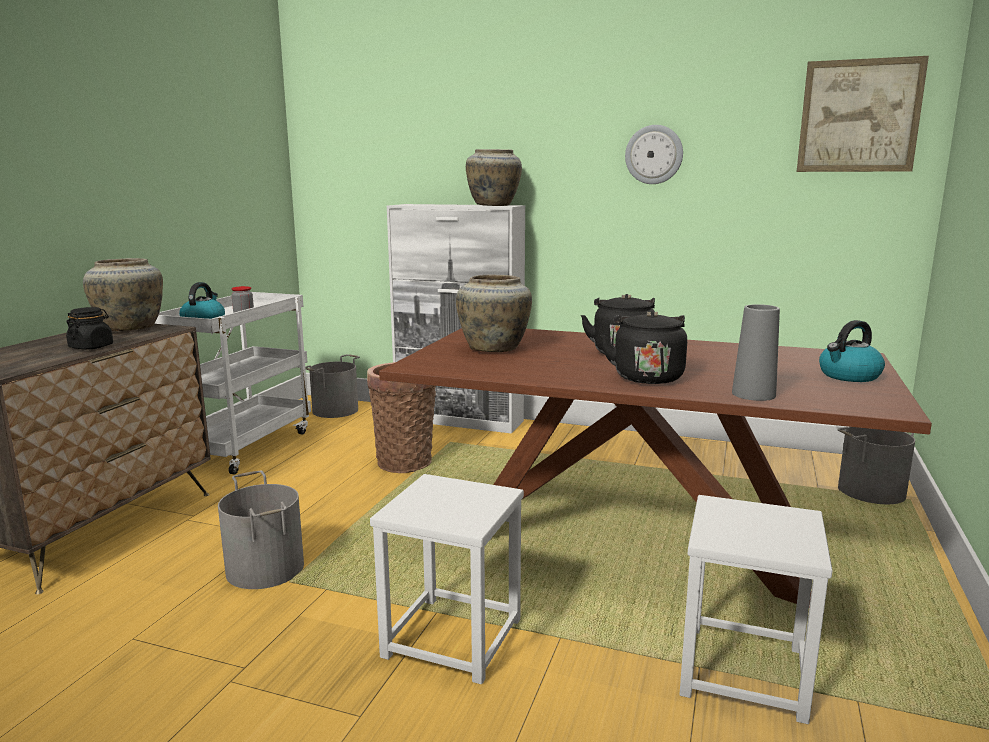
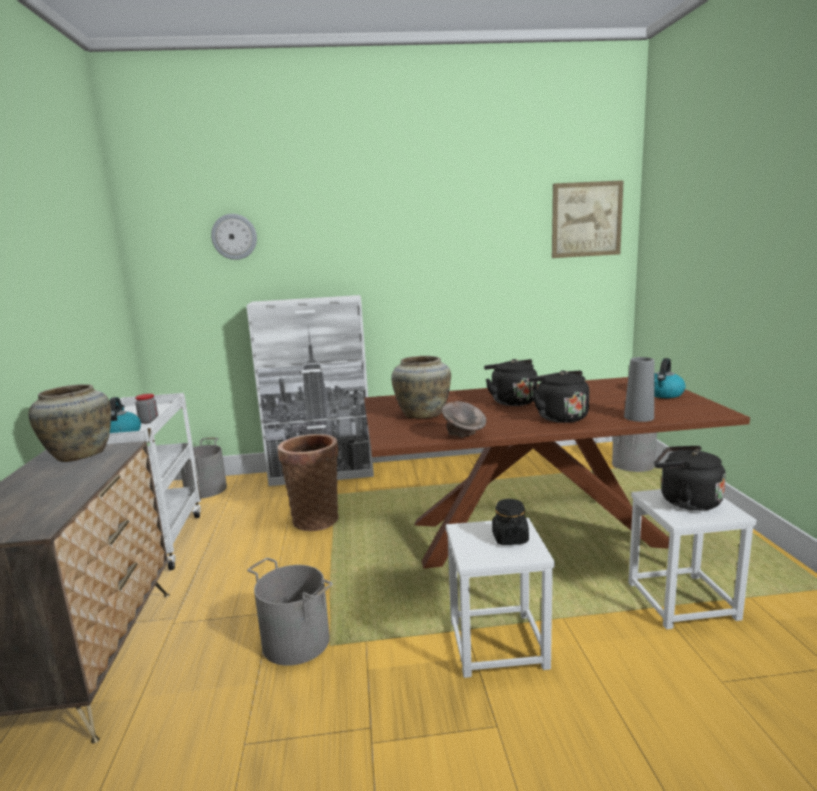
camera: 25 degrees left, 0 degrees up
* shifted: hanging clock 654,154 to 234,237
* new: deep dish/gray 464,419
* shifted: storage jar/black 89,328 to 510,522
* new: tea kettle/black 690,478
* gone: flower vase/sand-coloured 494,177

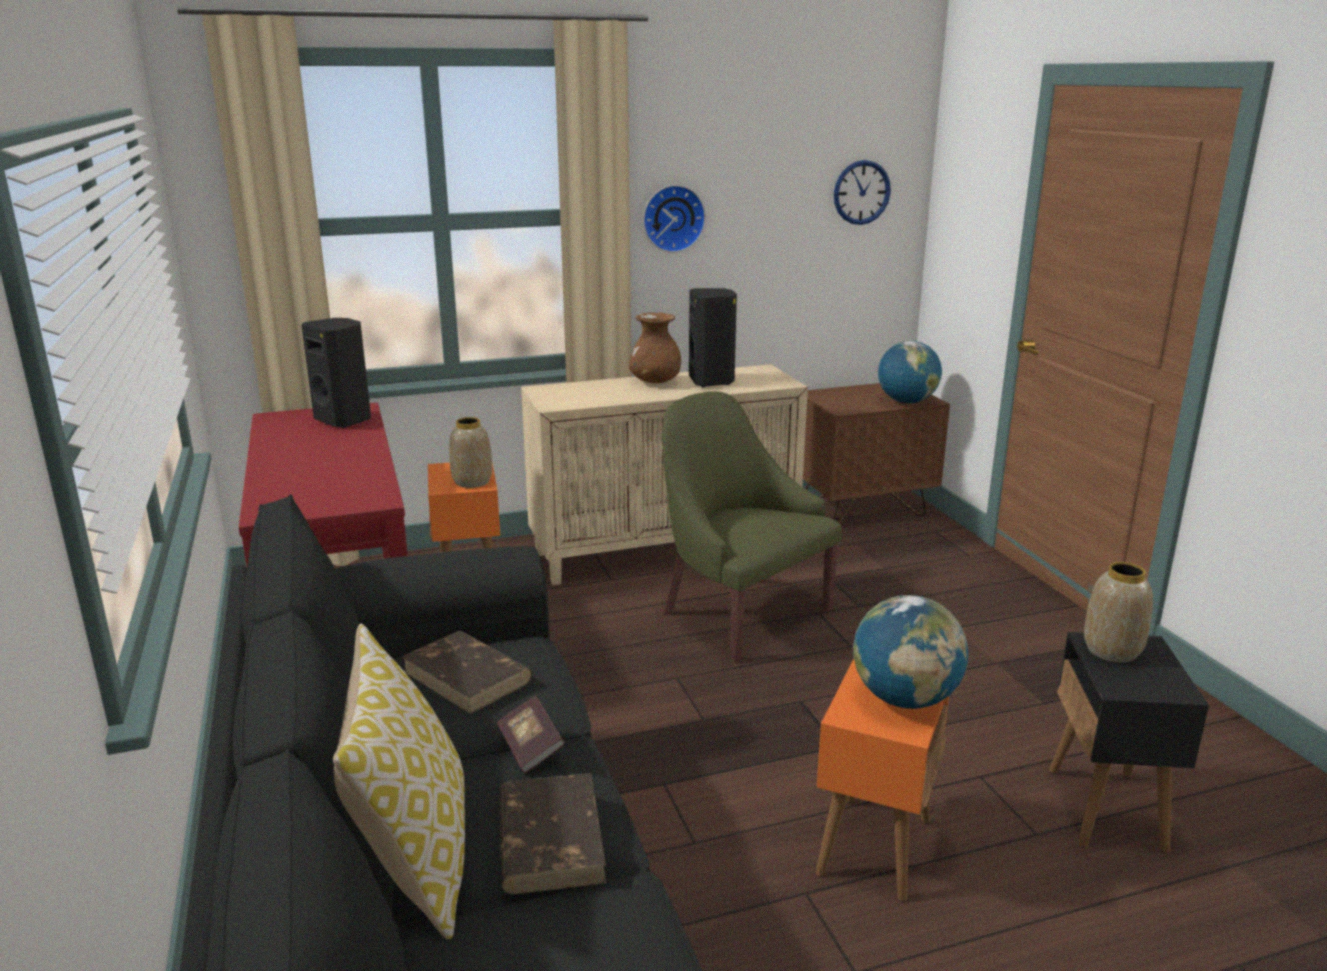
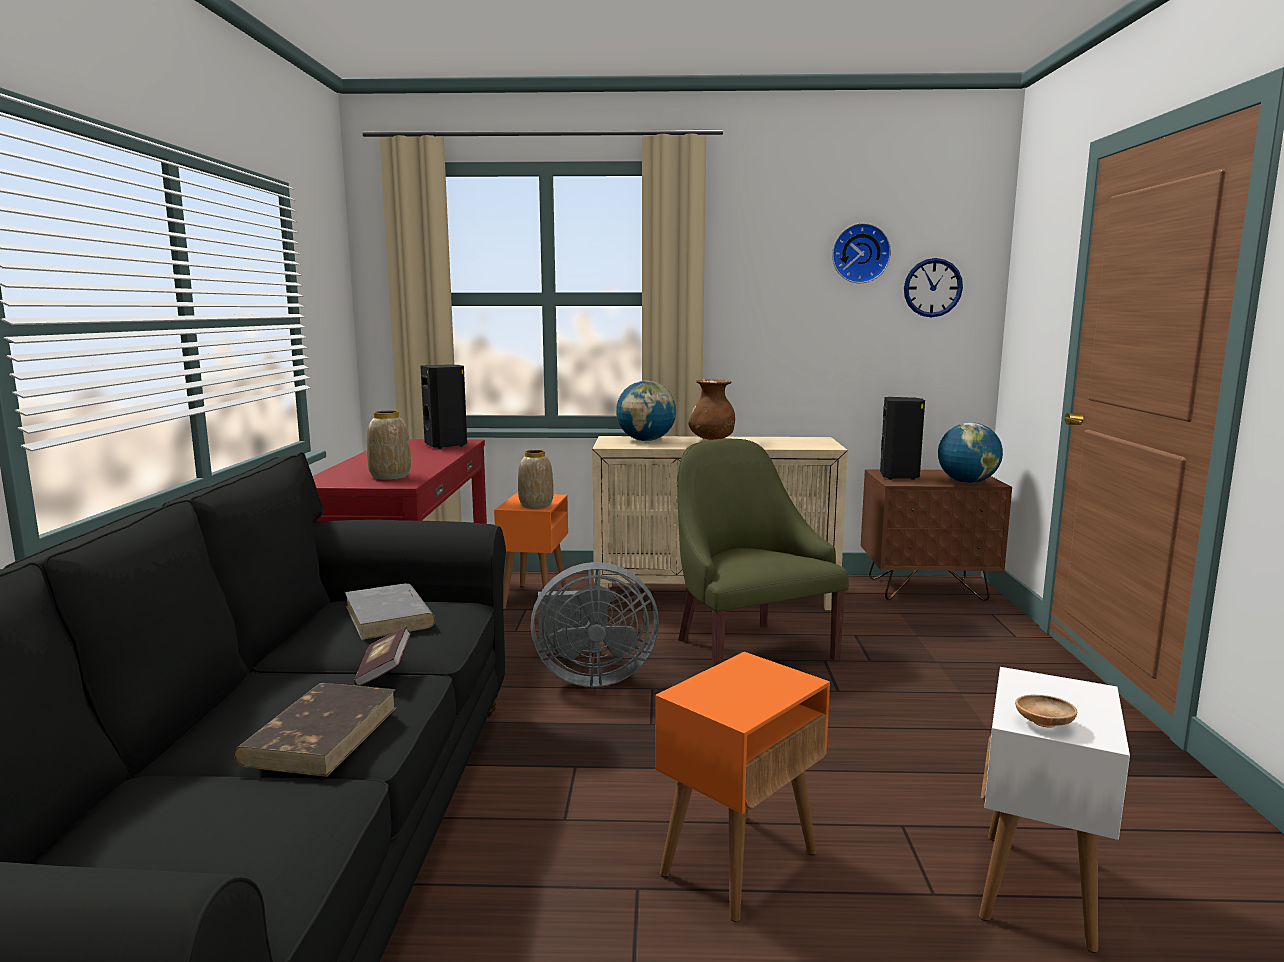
camera: 20 degrees right, 10 degrees down
* repainted: volume/brown-coloured 467,672 to volume/gray 390,611
* shifted: flower vase 1118,612 to 388,445
* new: fan/gray 595,624
* shifted: desk globe 910,652 to 646,411
* shifted: hanging clock 674,219 to 861,253
* shifted: speaker/black 713,337 to 902,438
* repainted: accent table/black 1129,742 to accent table/white-coloured 1054,810
* new: deep dish/brown-coloured 1046,710
* gone: throw pillow 399,782

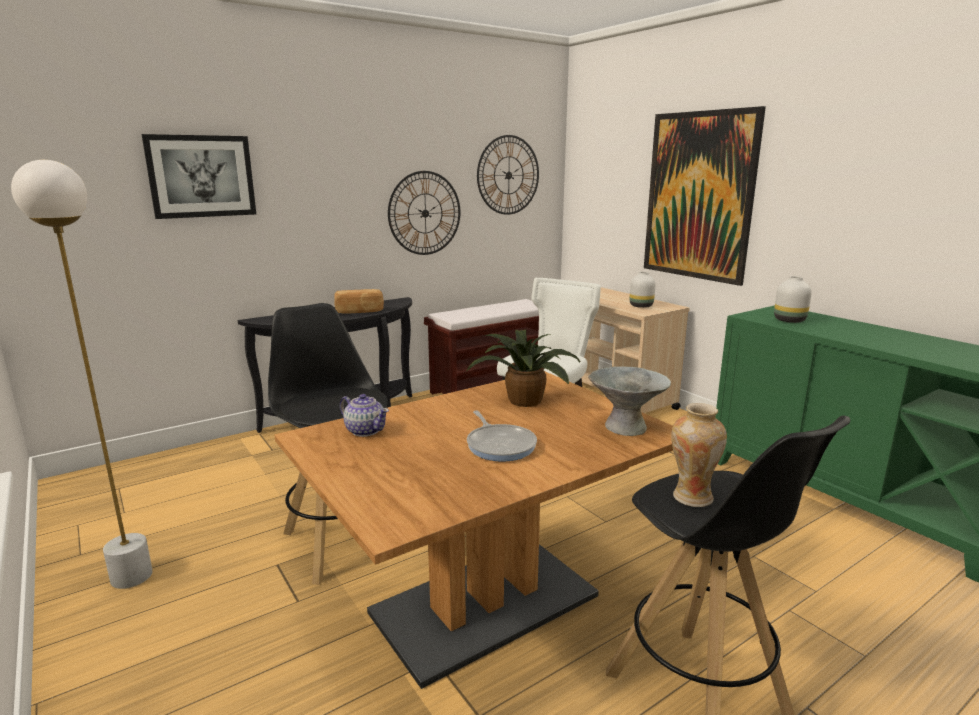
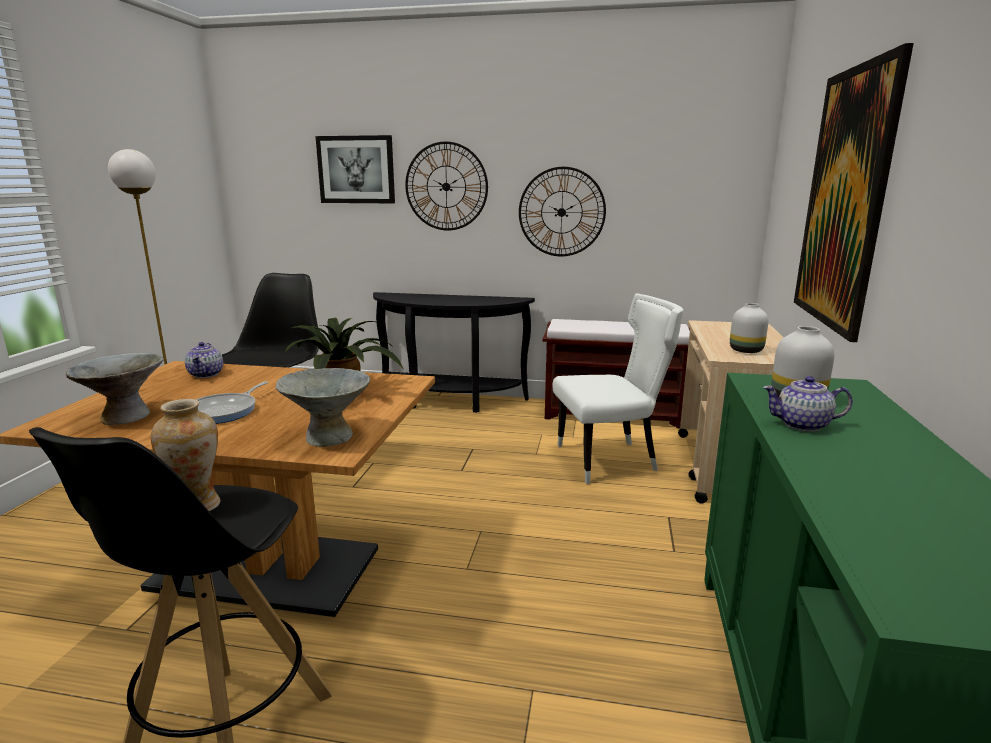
camera: 45 degrees right, 0 degrees up
* new: deep dish/gray 115,389
* shifted: hanging clock 508,175 to 446,186
* new: tea pot 807,404
* gone: baked bread 359,301

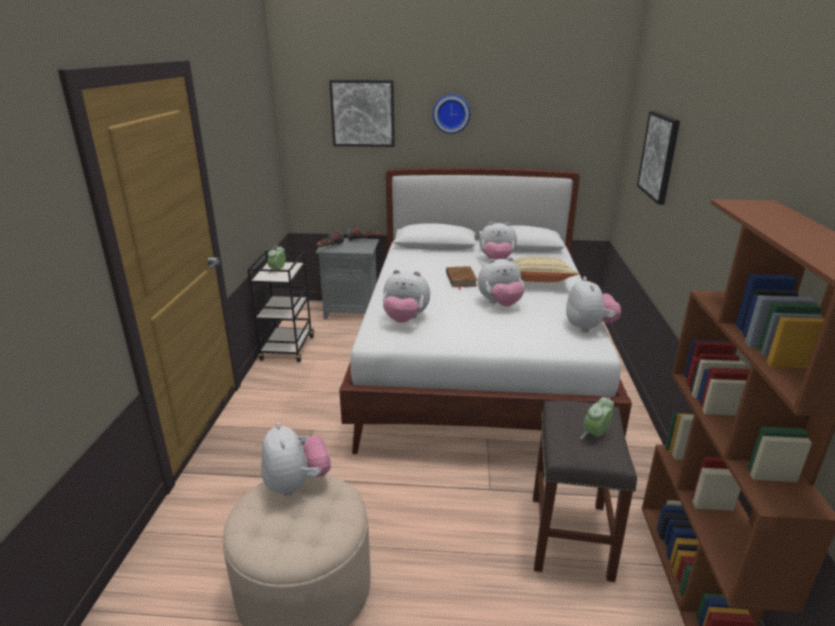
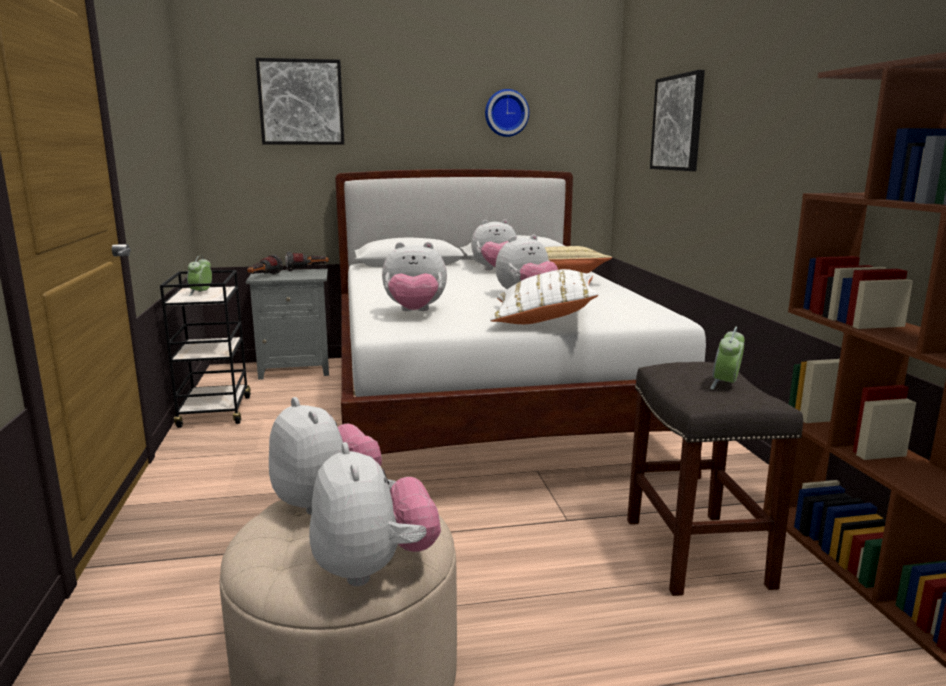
camera: 15 degrees left, 10 degrees down
* shifted: cuddly toy 593,305 to 375,514
* shifted: hanging clock 451,114 to 507,113
* new: throw pillow/white-coloured 544,296
* gone: volume/brown-coloured 461,278

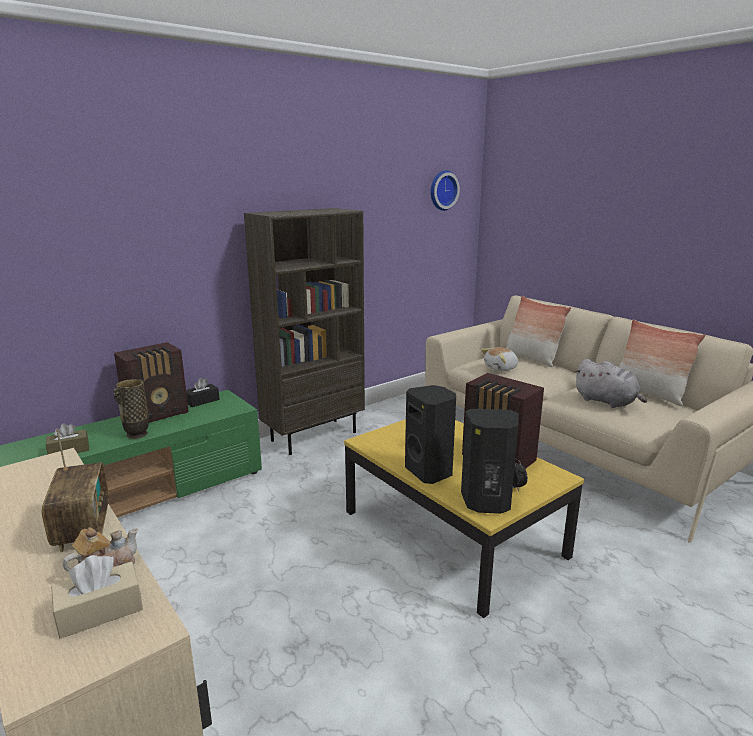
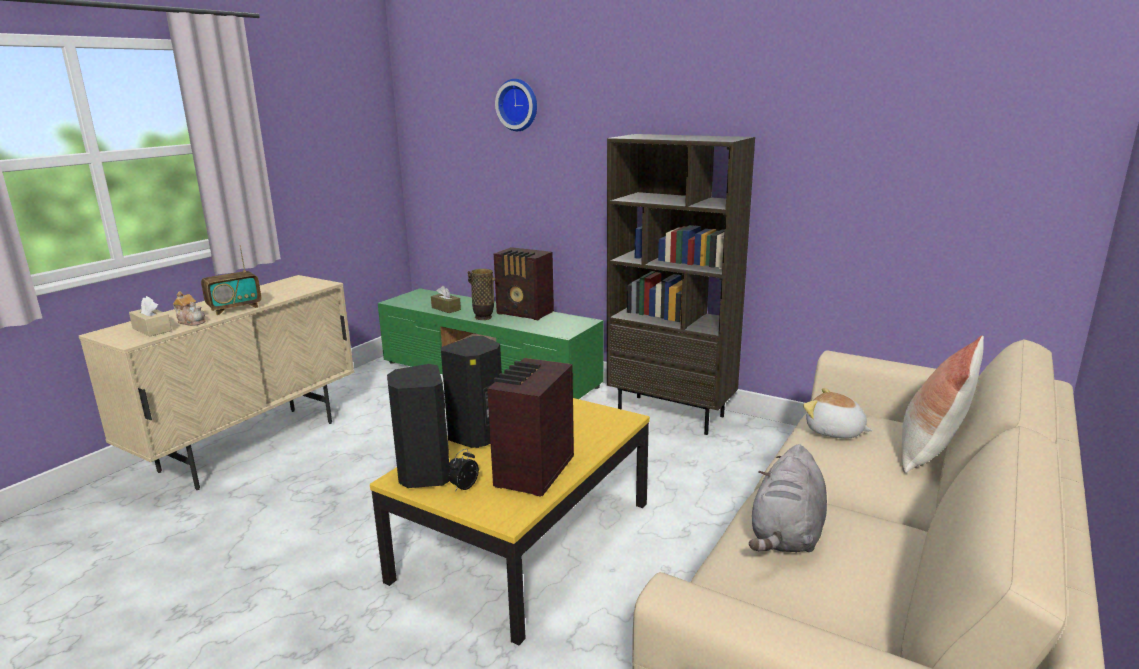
camera: 70 degrees right, 0 degrees up
* shifted: hanging clock 445,190 to 516,105
* gone: tissue holder/black 202,392
* gone: throw pillow 662,362

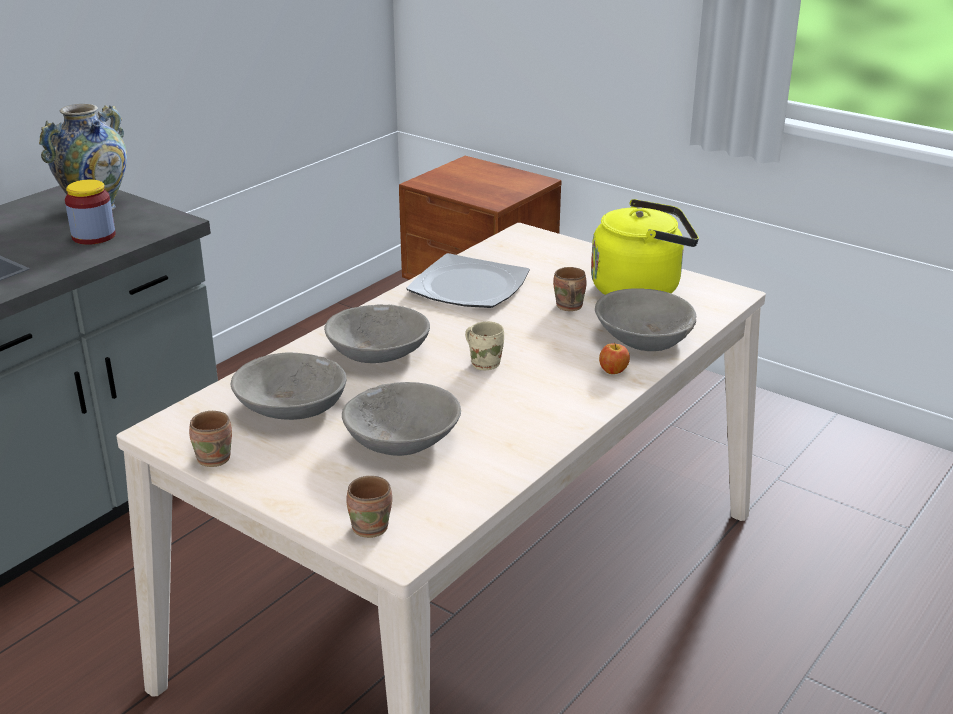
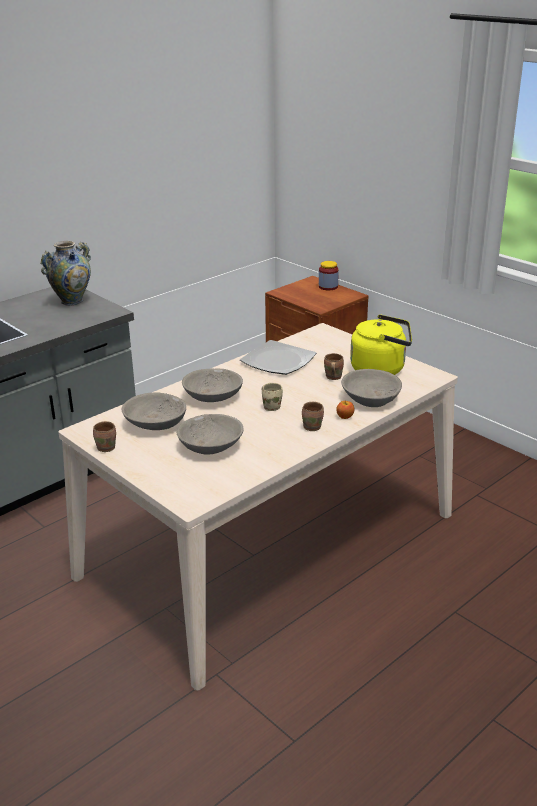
camera: 10 degrees right, 0 degrees up
* shifted: tea mug/brown-coloured 369,507 to 313,416
* shifted: storage jar 90,212 to 329,275

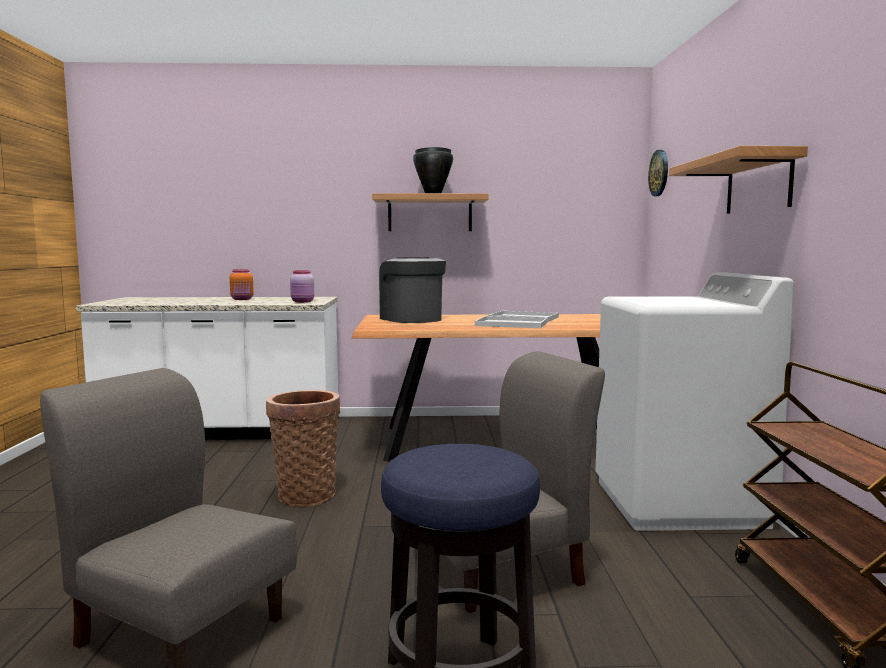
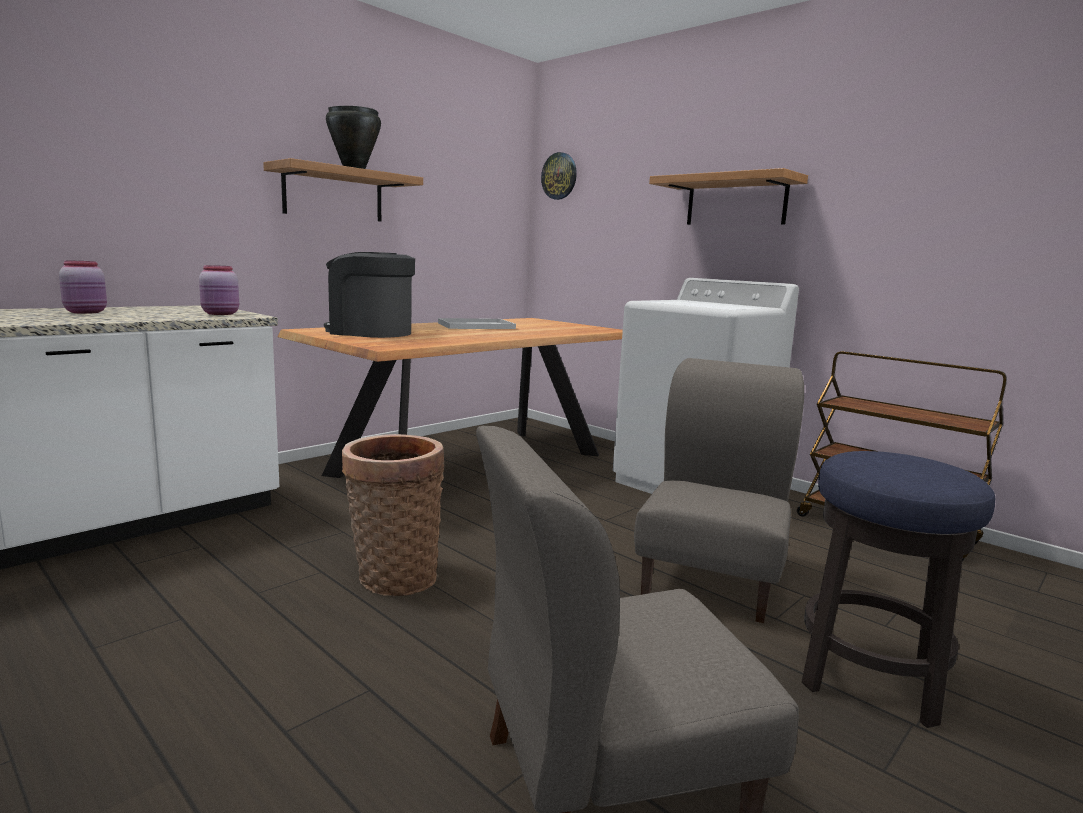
camera: 45 degrees left, 5 degrees up
* repainted: storage jar/orangey 242,284 to storage jar/pinkish 83,287
* gone: tray/white-coloured 511,322

